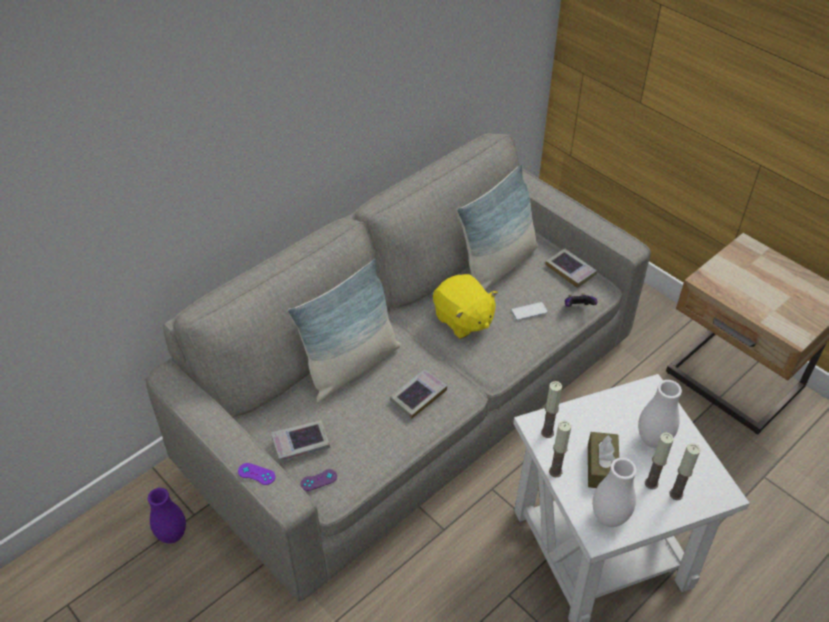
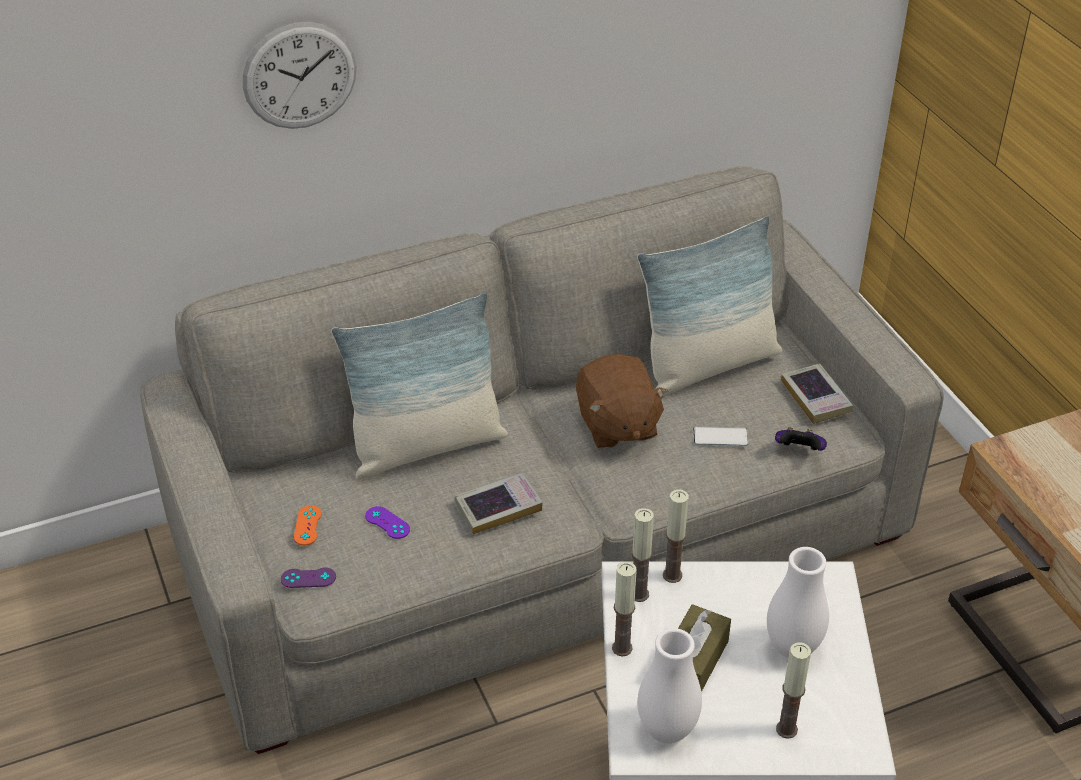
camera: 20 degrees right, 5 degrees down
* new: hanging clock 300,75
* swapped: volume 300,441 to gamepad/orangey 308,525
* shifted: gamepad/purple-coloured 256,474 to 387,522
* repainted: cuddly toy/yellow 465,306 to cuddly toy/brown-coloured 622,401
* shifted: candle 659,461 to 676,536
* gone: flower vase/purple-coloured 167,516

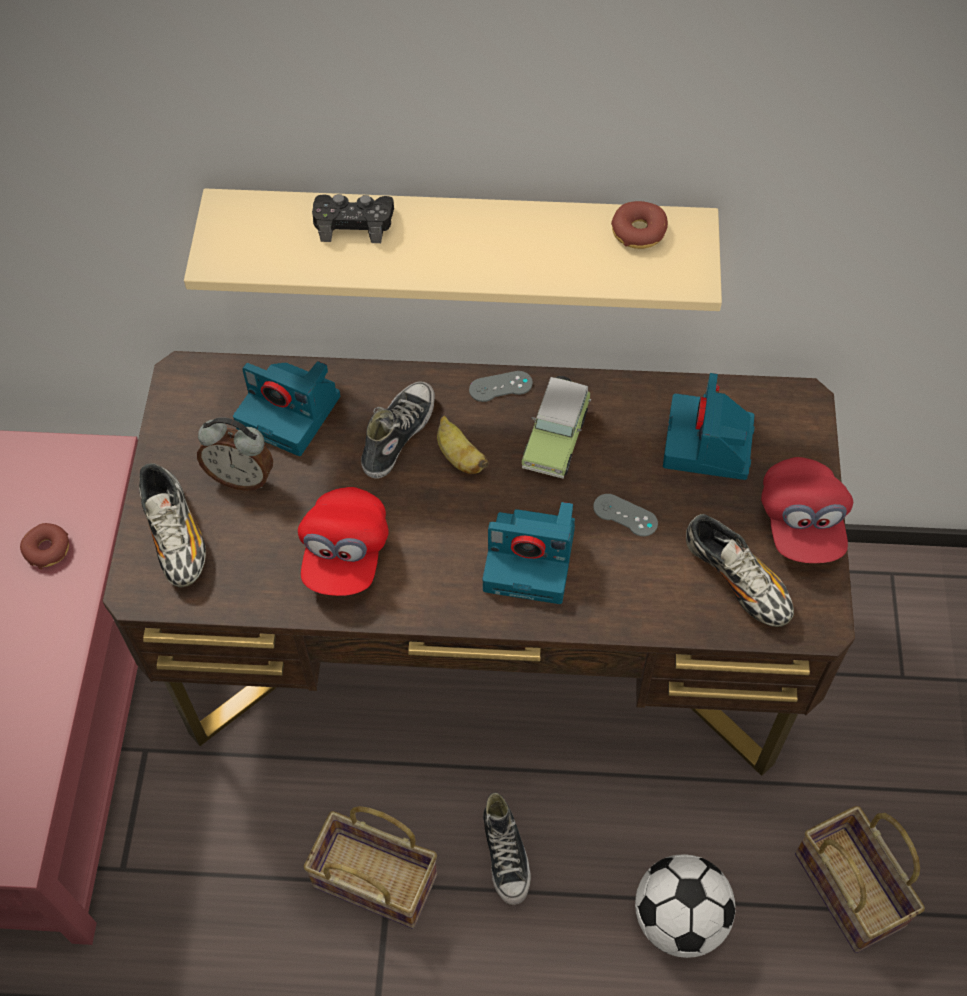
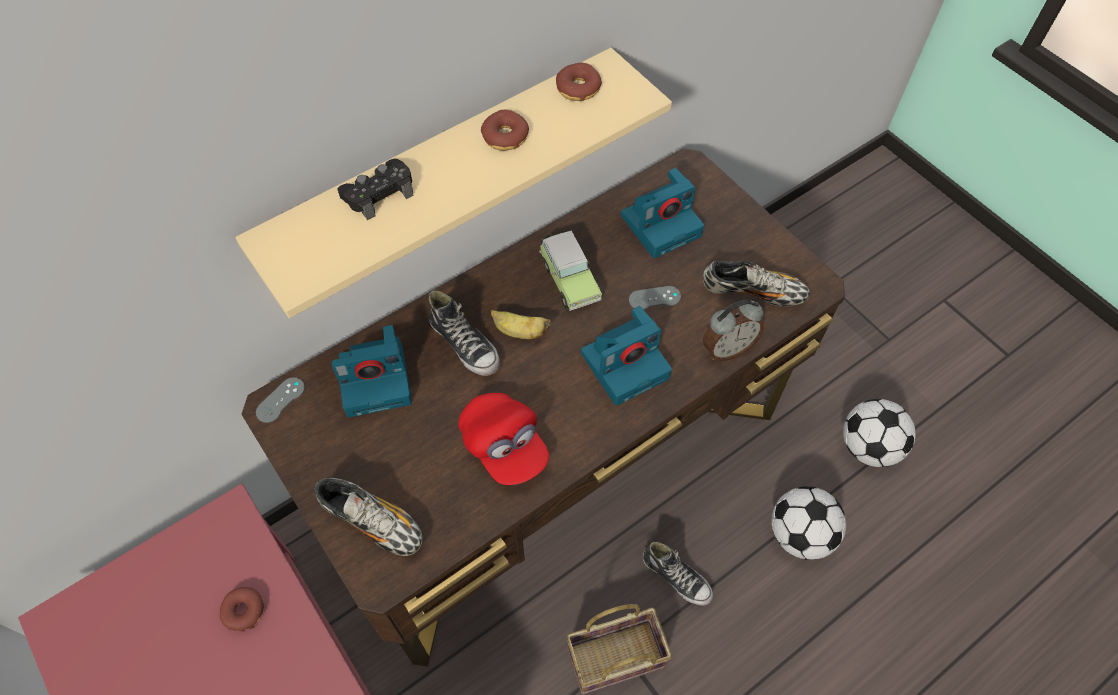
camera: 40 degrees left, 0 degrees up
* shifted: gamepad/gray 501,386 to 280,400
* rotated: item of footwear 398,430 = 464,333 150 degrees clockwise
* new: donut 505,130
* rotated: still camera 709,426 = 662,213 90 degrees counterclockwise
* shifted: alarm clock 235,454 to 733,330
* swapped: basket 860,879 to football 879,433
* gone: cap/reddish 807,510

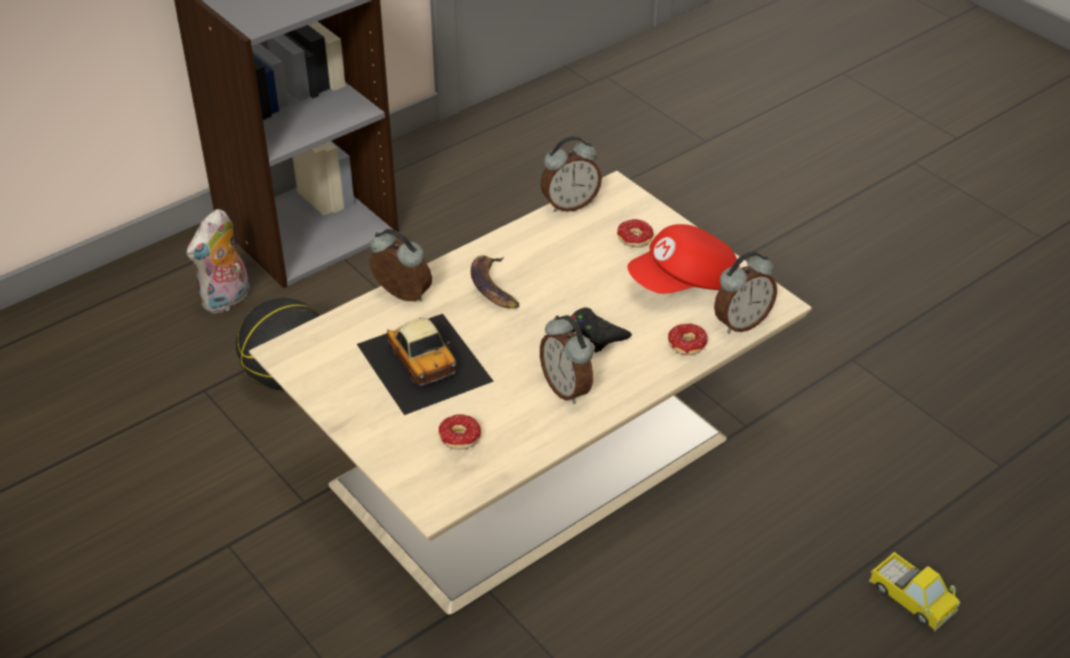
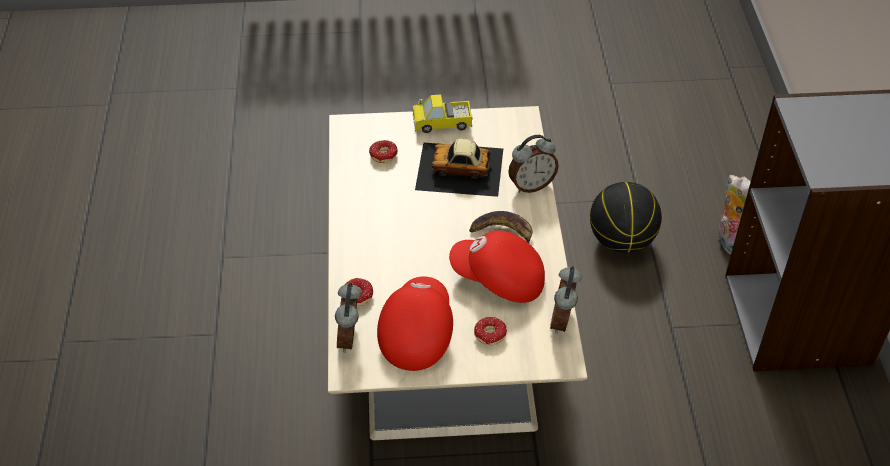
camera: 125 degrees right, 5 degrees up
* shifted: model truck 914,591 to 442,113
* new: cap/reddish 497,266
* gone: alarm clock 566,359
* gone: gamepad/black 601,330

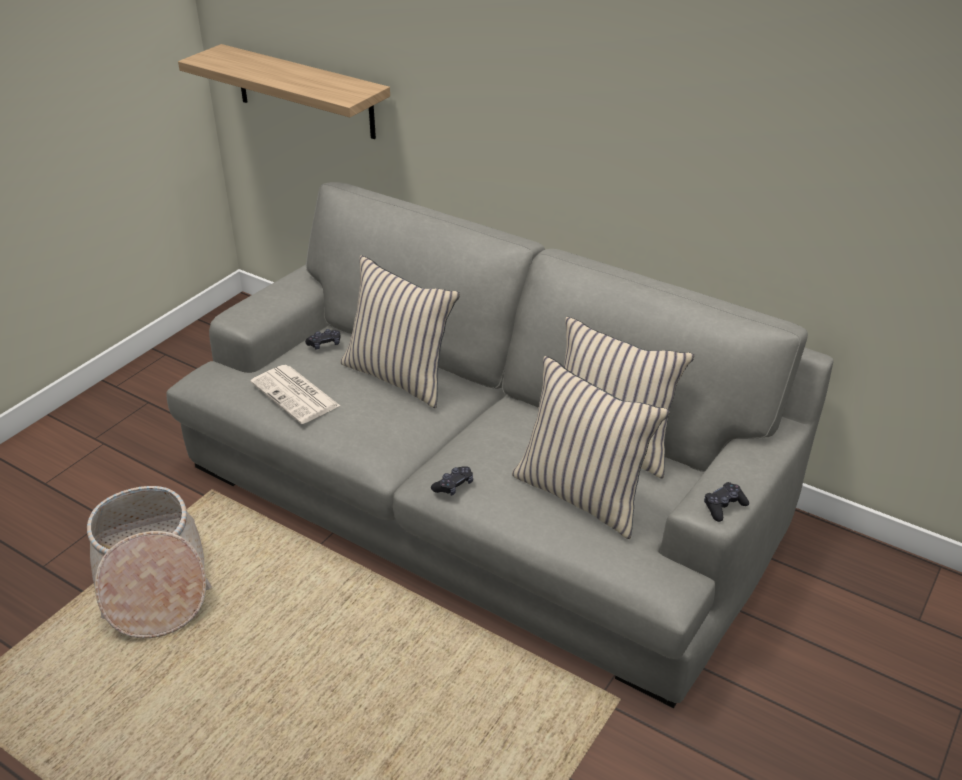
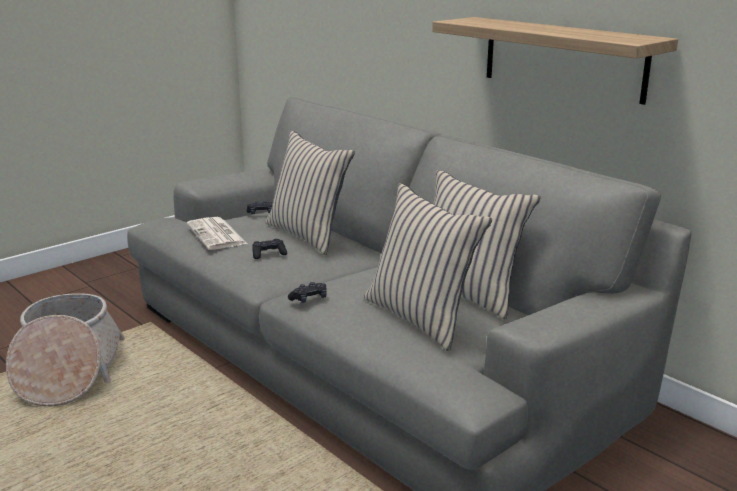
camera: 15 degrees right, 15 degrees down
* shifted: gamepad/black 726,502 to 269,249
* shifted: shelf 284,91 to 555,61

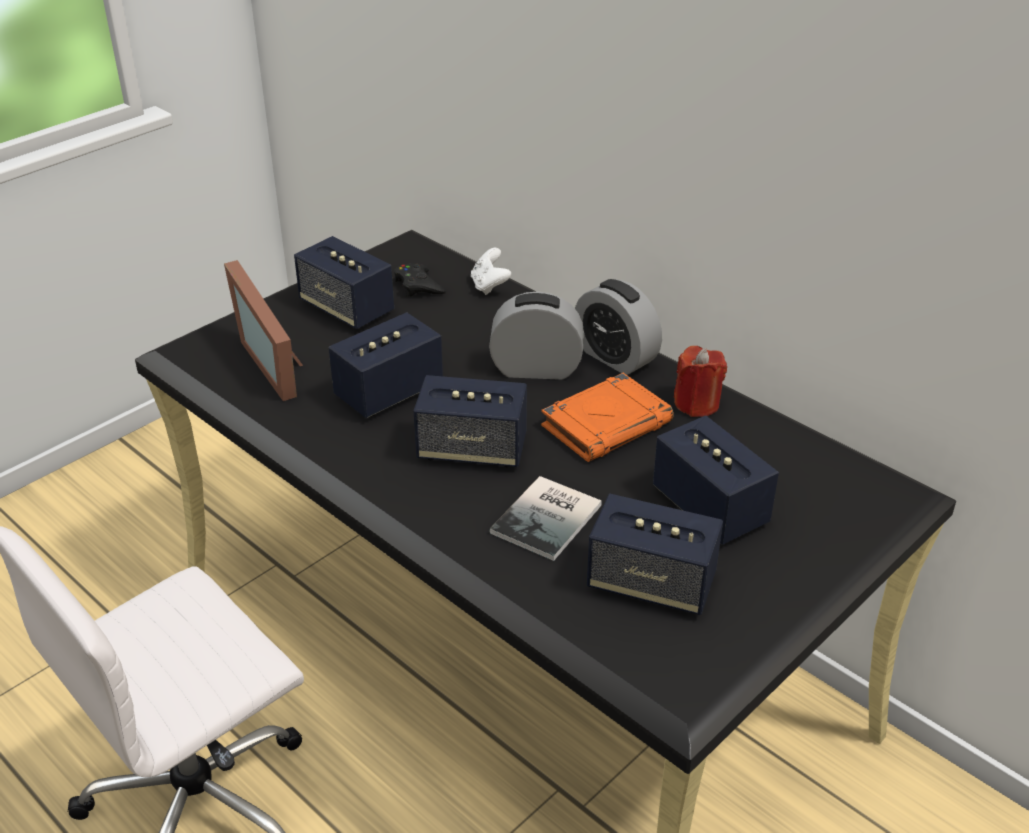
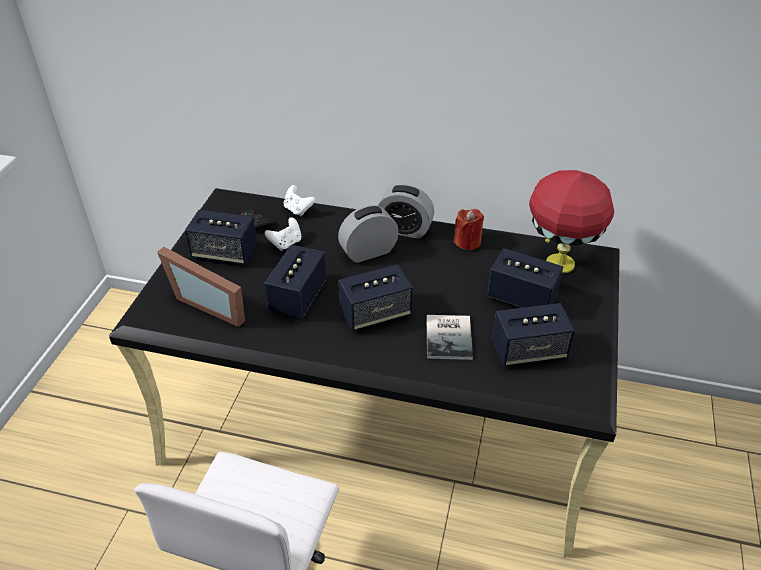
camera: 30 degrees left, 5 degrees up
* new: gamepad/white-coloured 283,234
* new: table lamp/reddish 571,221
* gone: volume/orangey 607,417

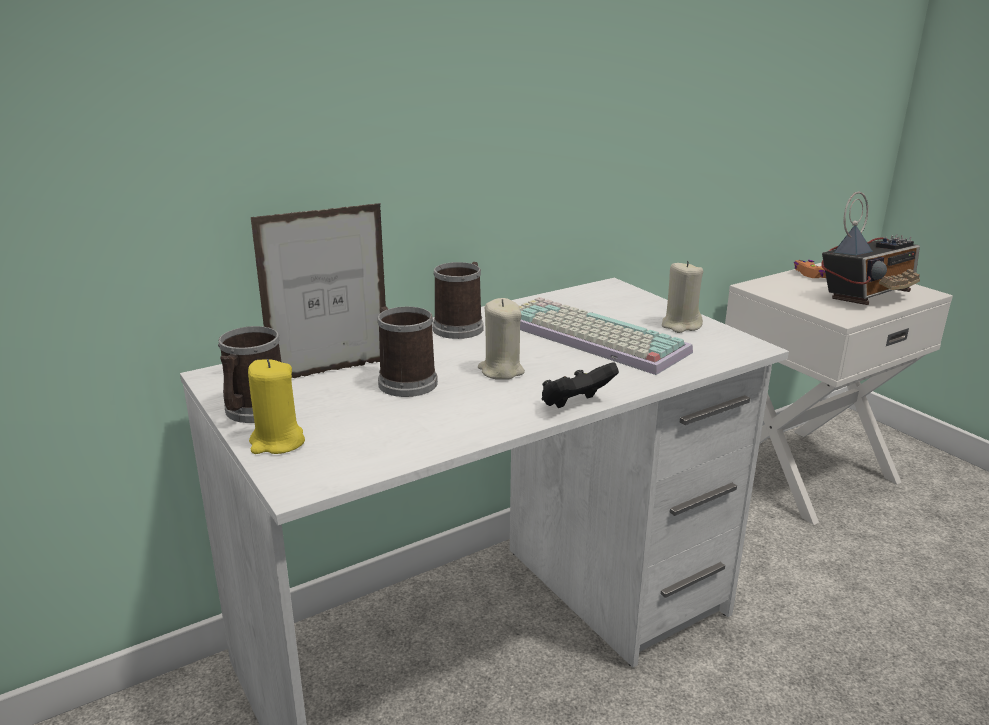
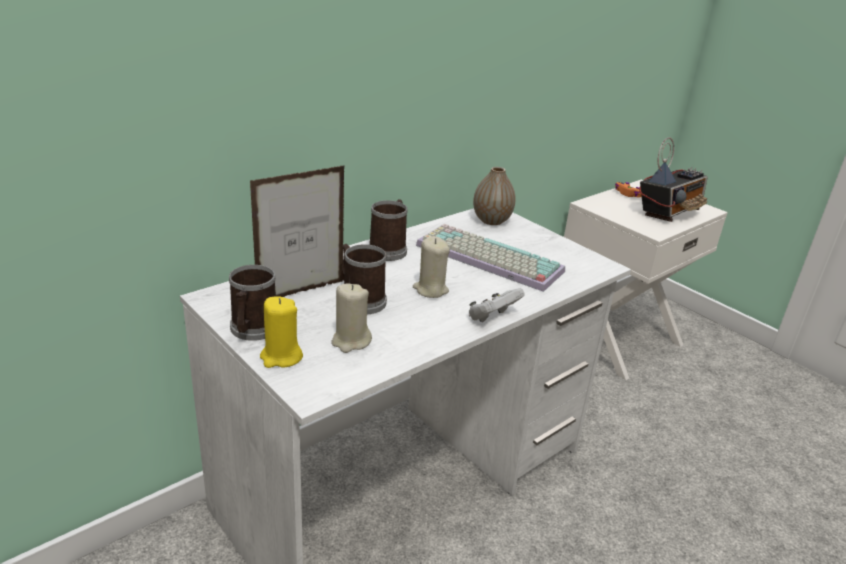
camera: 10 degrees left, 5 degrees up
* shifted: candle/sand-coloured 682,297 to 351,318
* repainted: gamepad/black 580,385 to gamepad/white-coloured 497,305
* new: flower vase 494,196

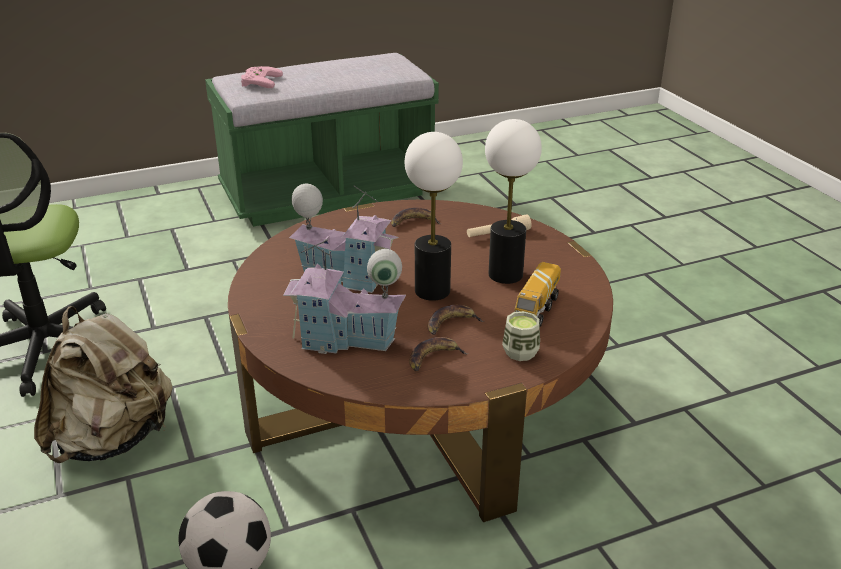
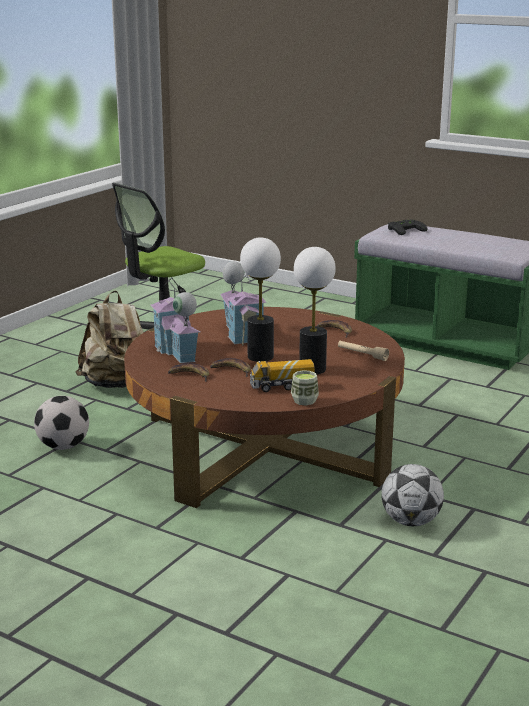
camera: 55 degrees right, 10 degrees down
* shifted: cup 521,336 to 305,387
* new: football 412,495
* repainted: gamepad/pinkish 262,77 to gamepad/black 407,227

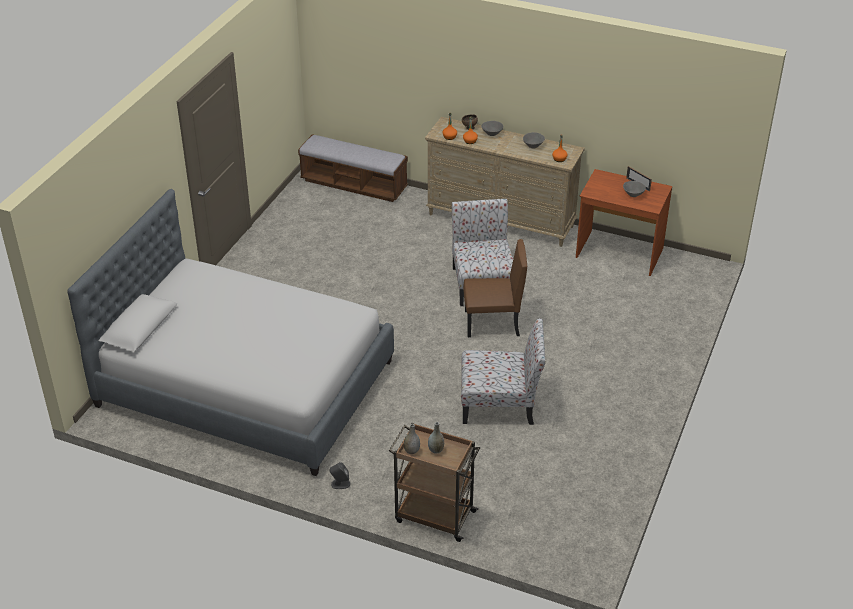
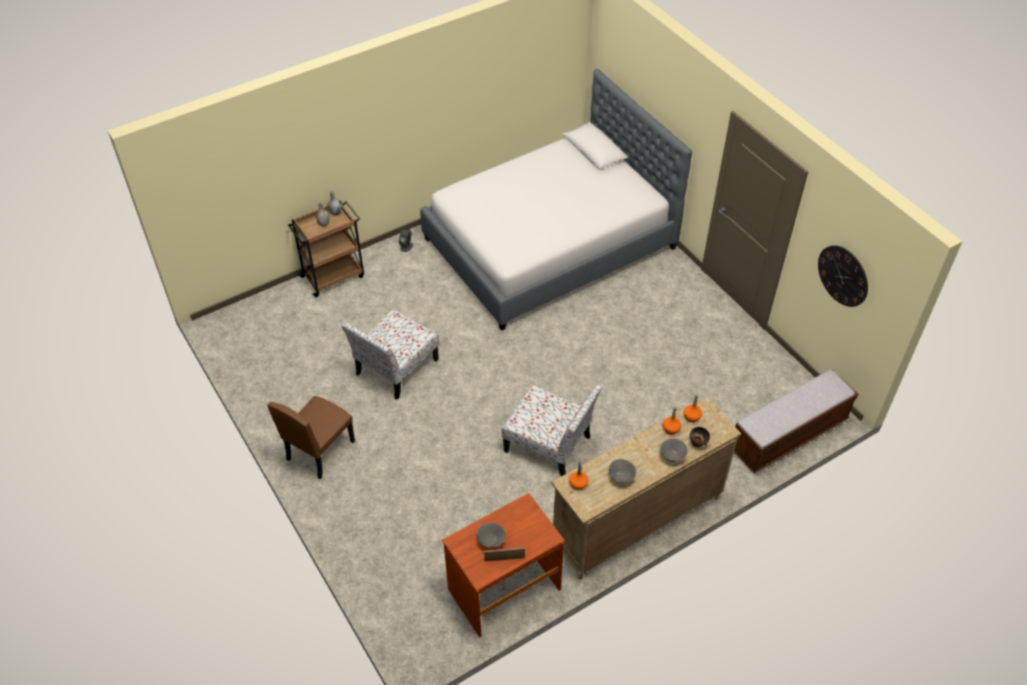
camera: 125 degrees right, 10 degrees up
* shifted: upright chair/brown-coloured 495,288 to 311,437
* new: hanging clock 843,276

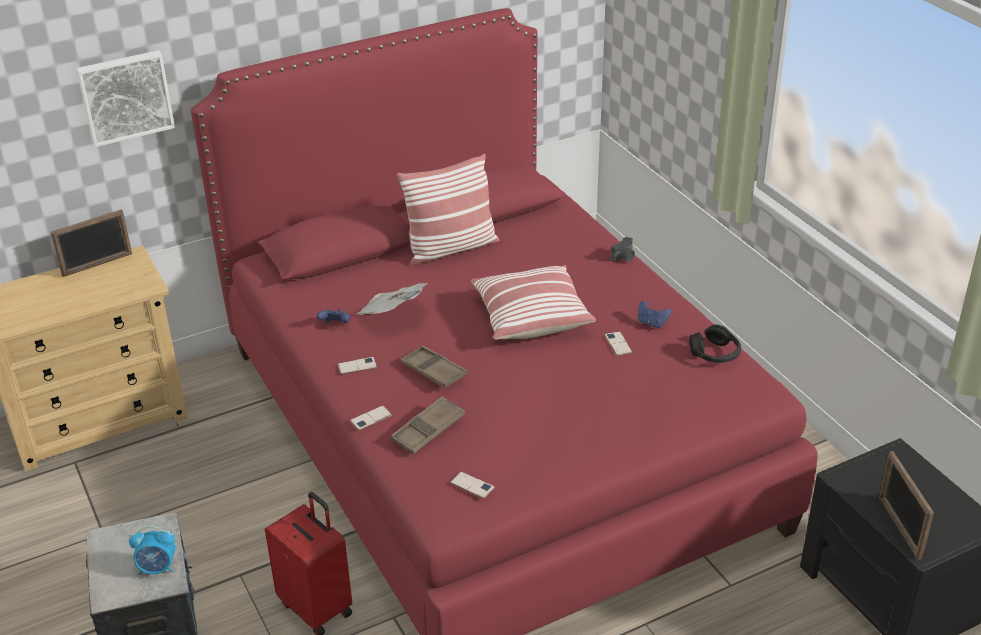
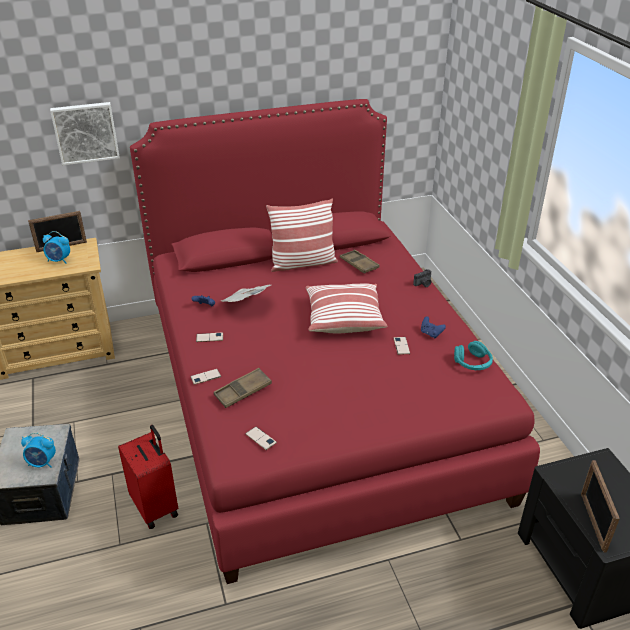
camera: 10 degrees right, 0 degrees up
* new: alarm clock 56,247
* shifted: tray/brown-coloured 433,367 to 359,261
* repainted: headset/black 715,344 to headset/blue-green 473,355

